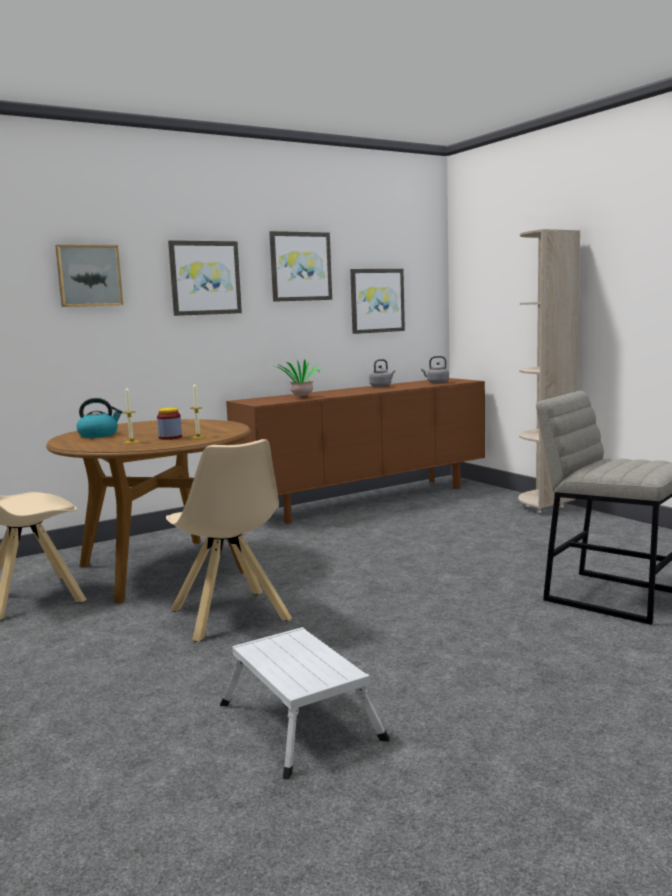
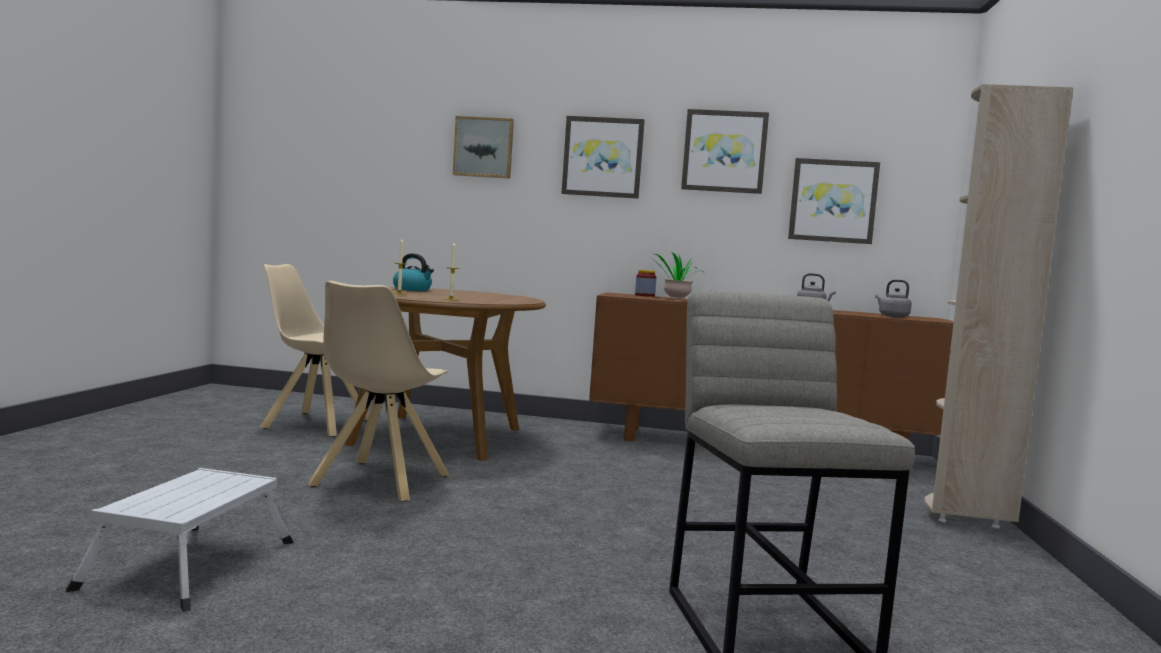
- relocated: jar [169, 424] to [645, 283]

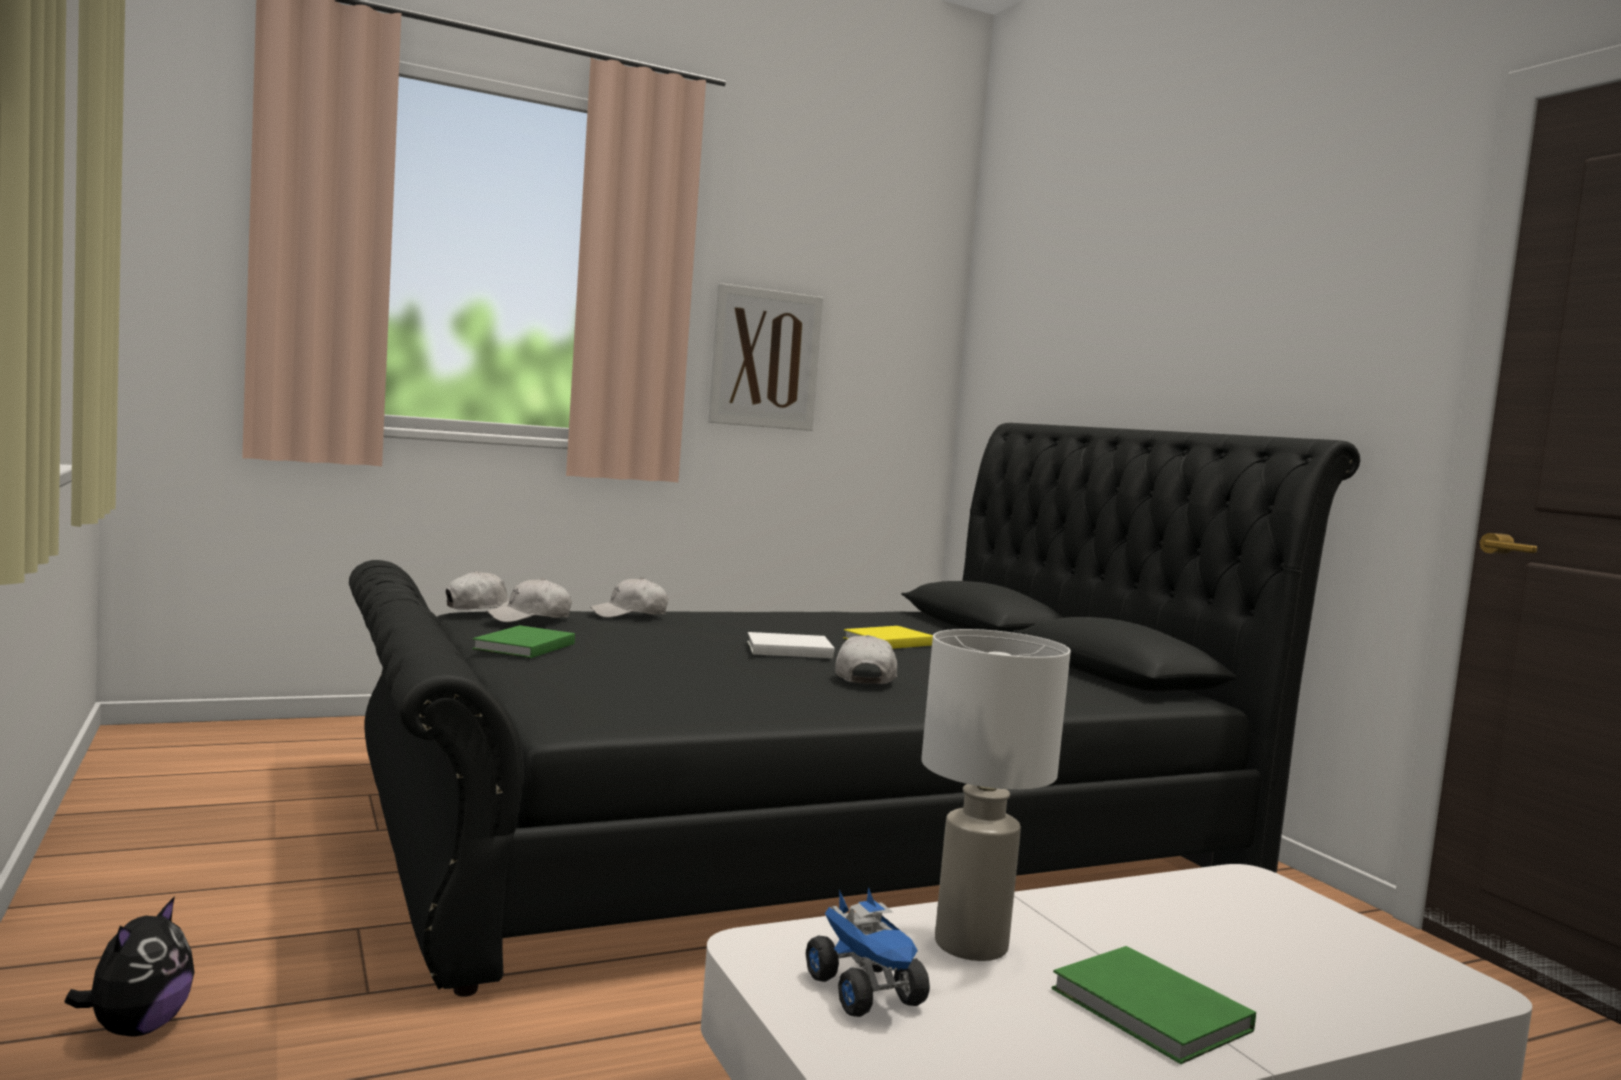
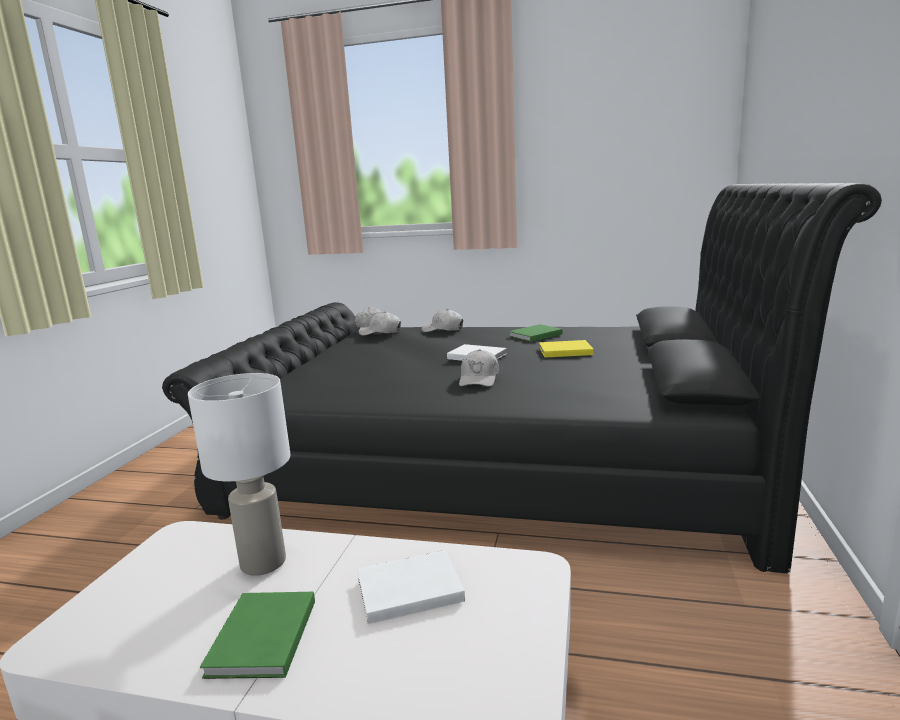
- appeared: book in white [411, 587]
- spun: cap in white [866, 659] = [479, 367] 150 degrees clockwise
- relocated: book in green [523, 641] to [535, 333]
- missing: plush toy [129, 966]
- missing: picture [765, 357]
- missing: toy truck [868, 952]

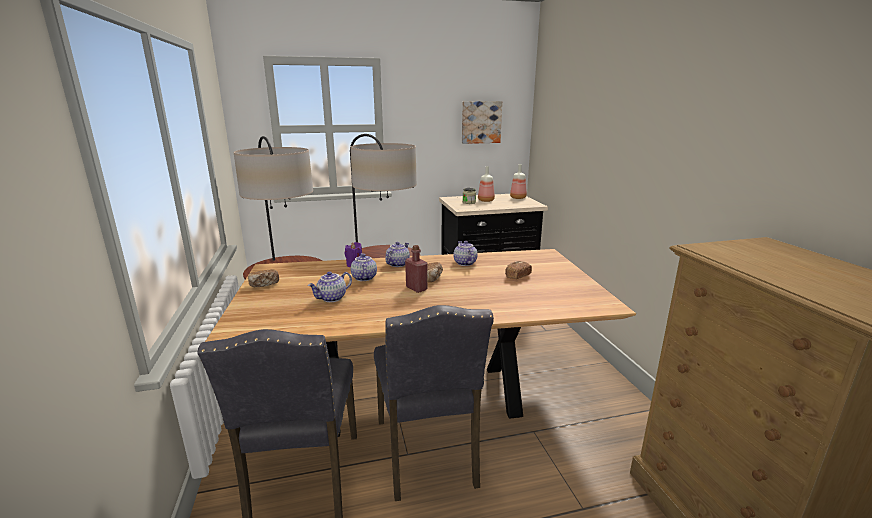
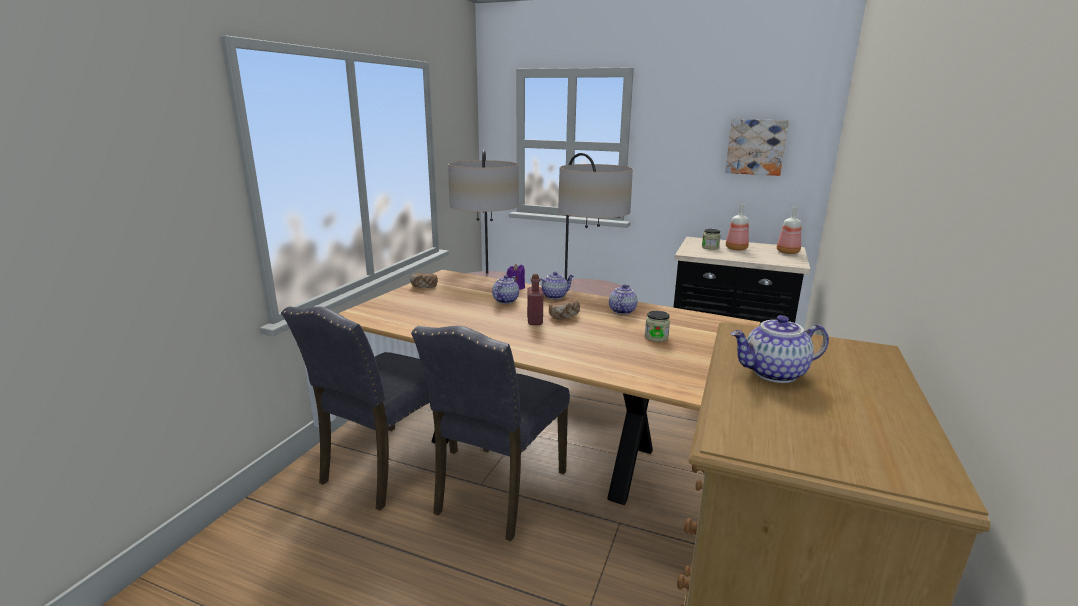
- exchanged: bread [518, 270] to jar [657, 326]
- relocated: teapot [330, 286] to [780, 349]

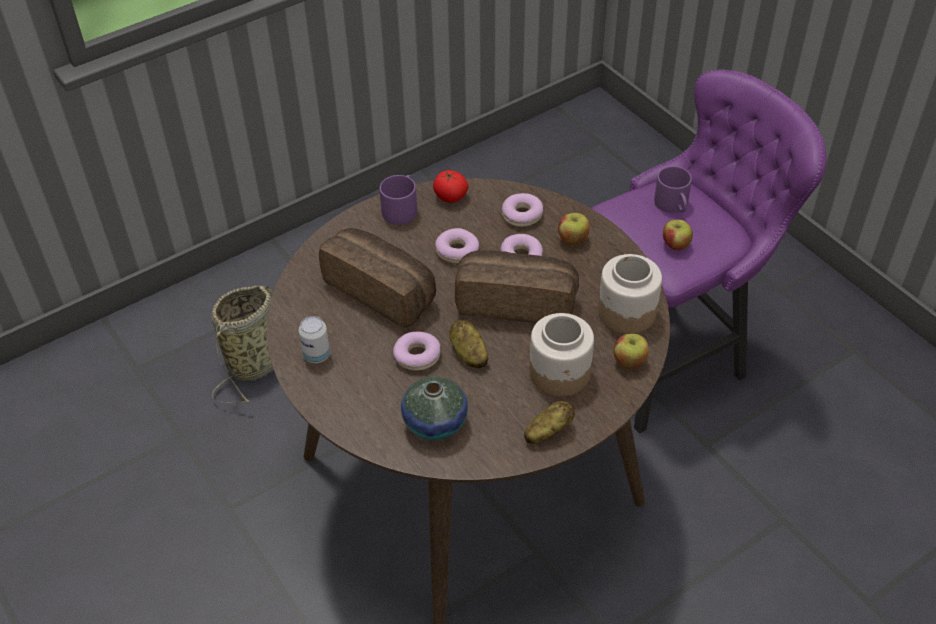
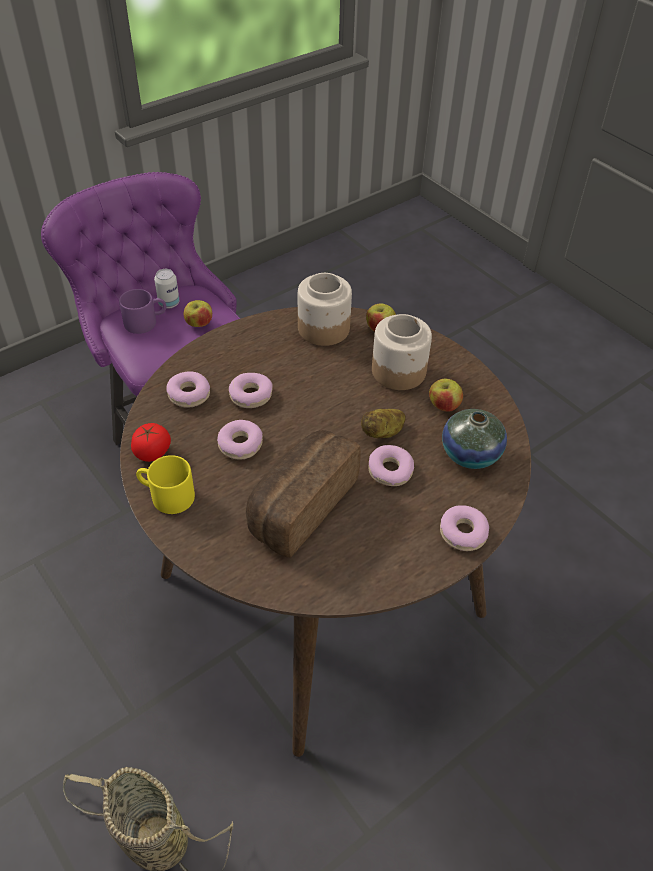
- colour: mug in purple [398, 200] to mug in yellow [165, 484]
- relocated: can [314, 339] to [167, 289]
- relocated: apple [574, 229] to [446, 395]
- appeared: donut [464, 528]
- missing: bread [517, 286]
- missing: potato [549, 422]

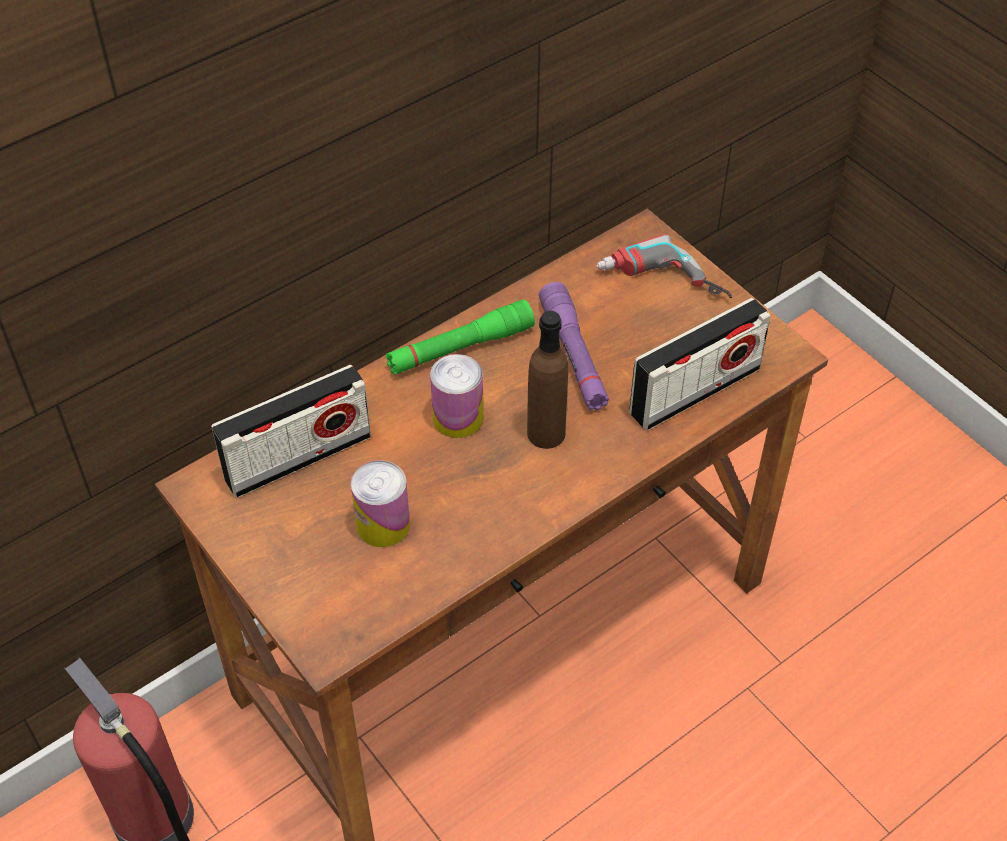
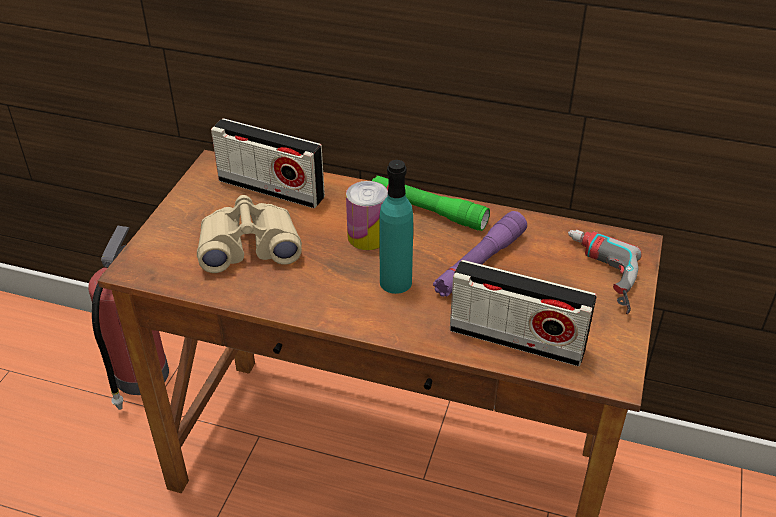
- exchanged: can [380, 503] to binoculars in beige [249, 234]
- colour: bottle in brown [547, 380] to bottle in turquoise [396, 227]

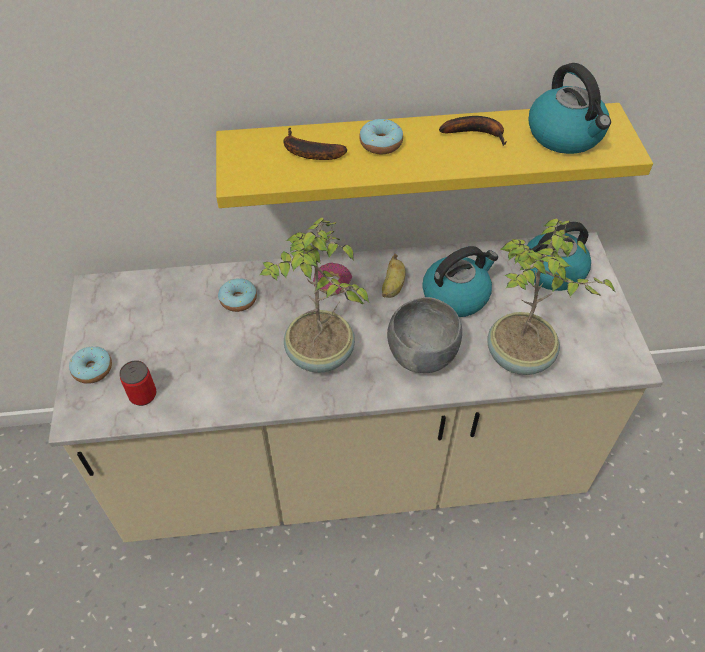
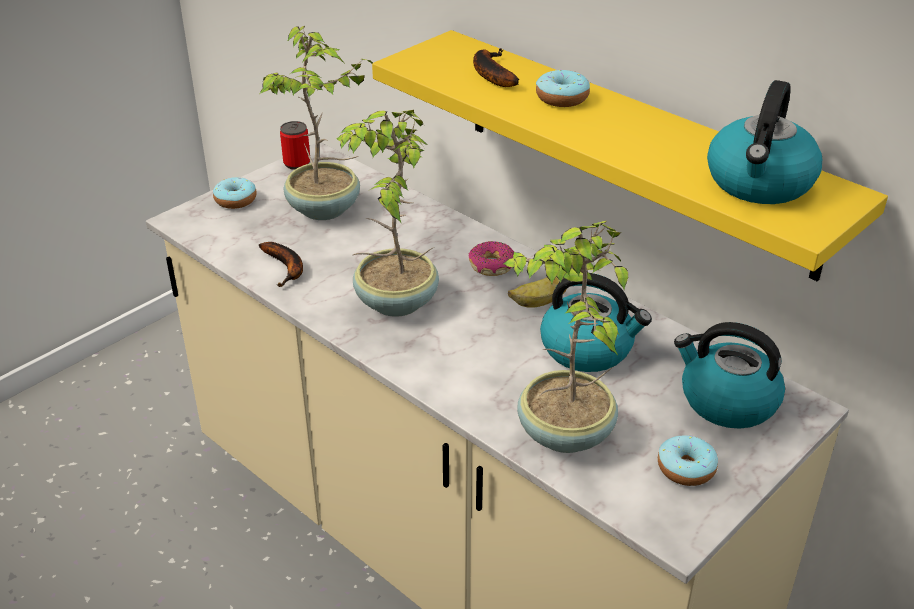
- relocated: banana [473, 131] to [281, 264]
- appeared: potted plant [316, 123]
- relocated: can [137, 383] to [295, 145]
- relocated: donut [237, 295] to [688, 460]
- missing: bowl in grey [424, 335]

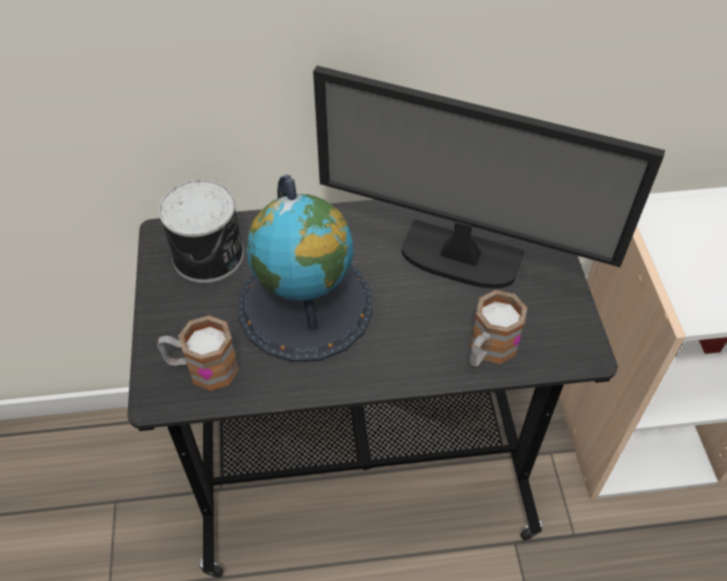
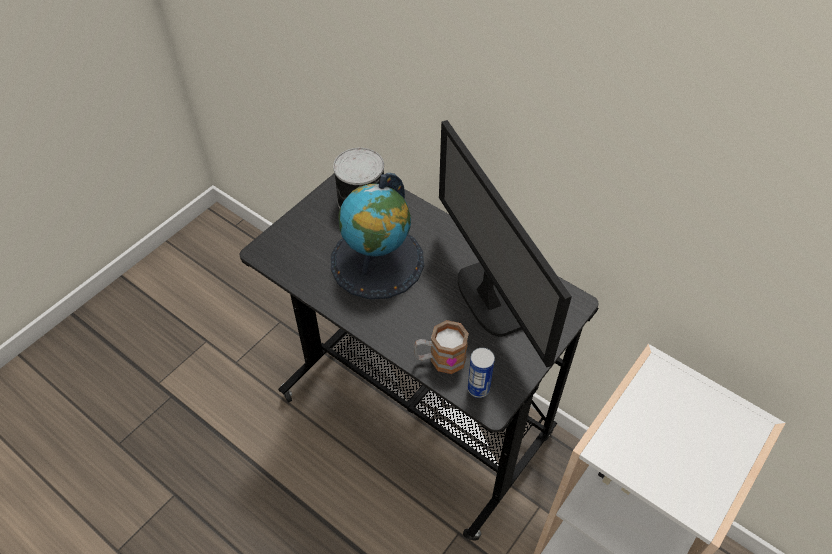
- appeared: can [481, 373]
- missing: mug [198, 353]

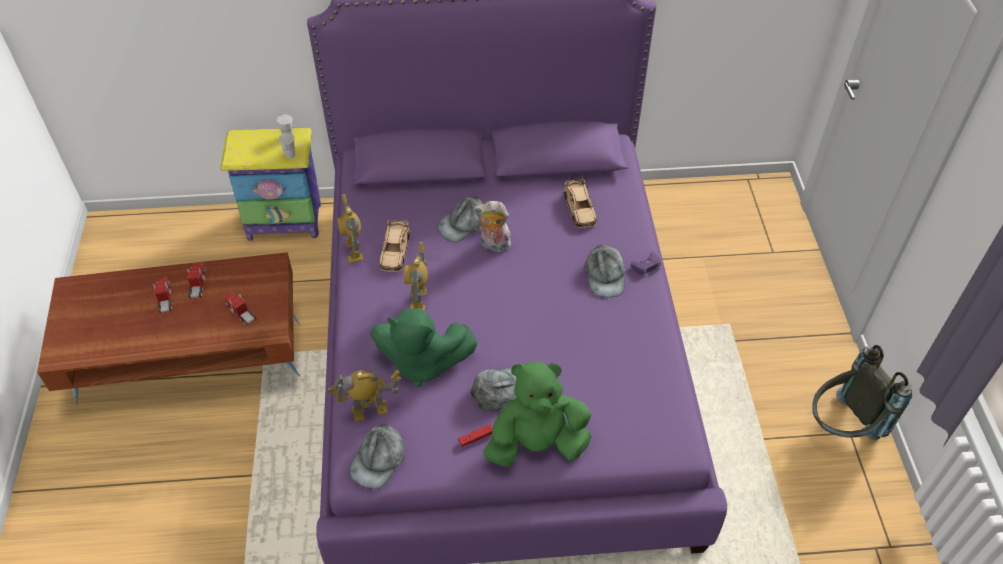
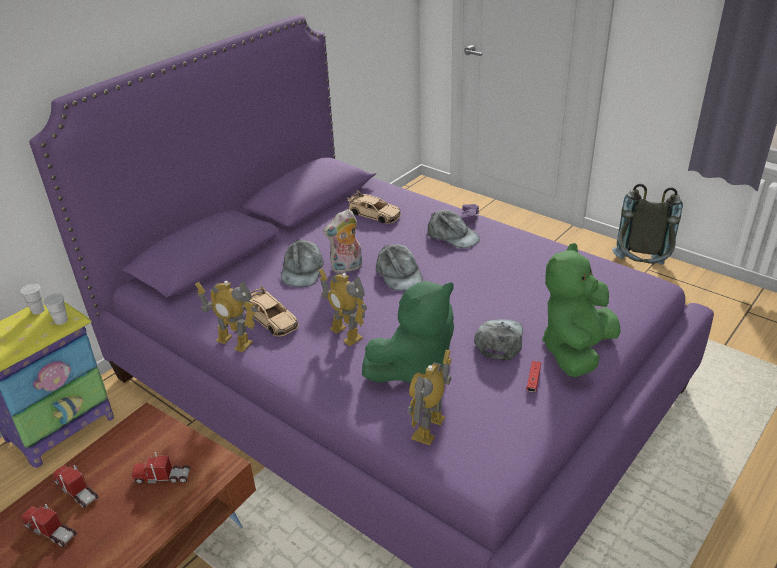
- relocated: cap in grey [377, 456] to [399, 267]

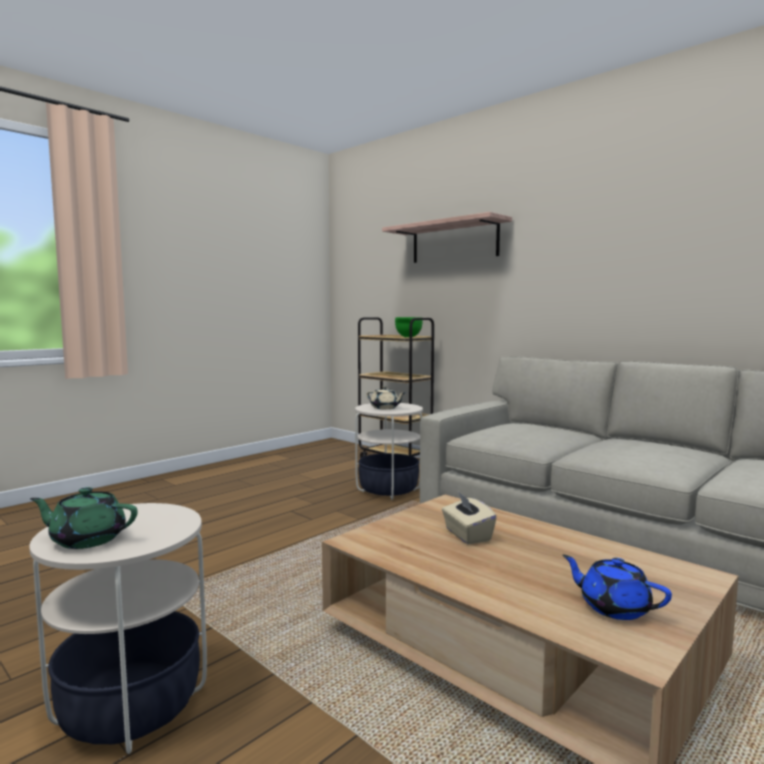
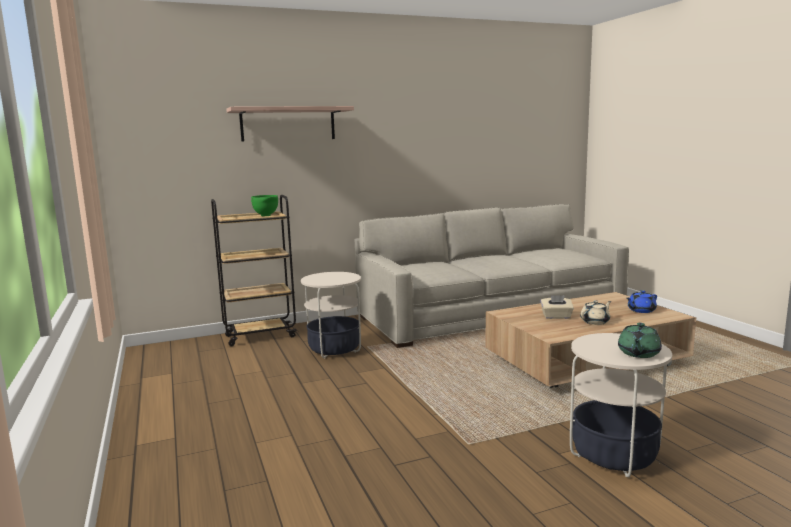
- relocated: teapot in beige [386, 397] to [595, 312]

